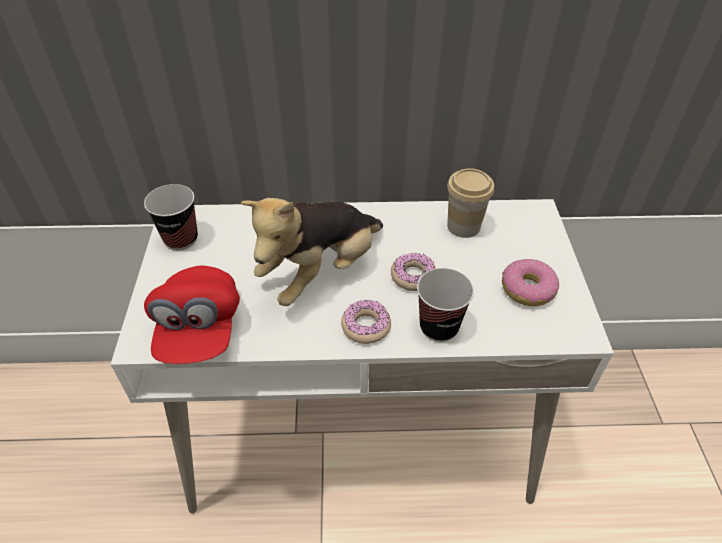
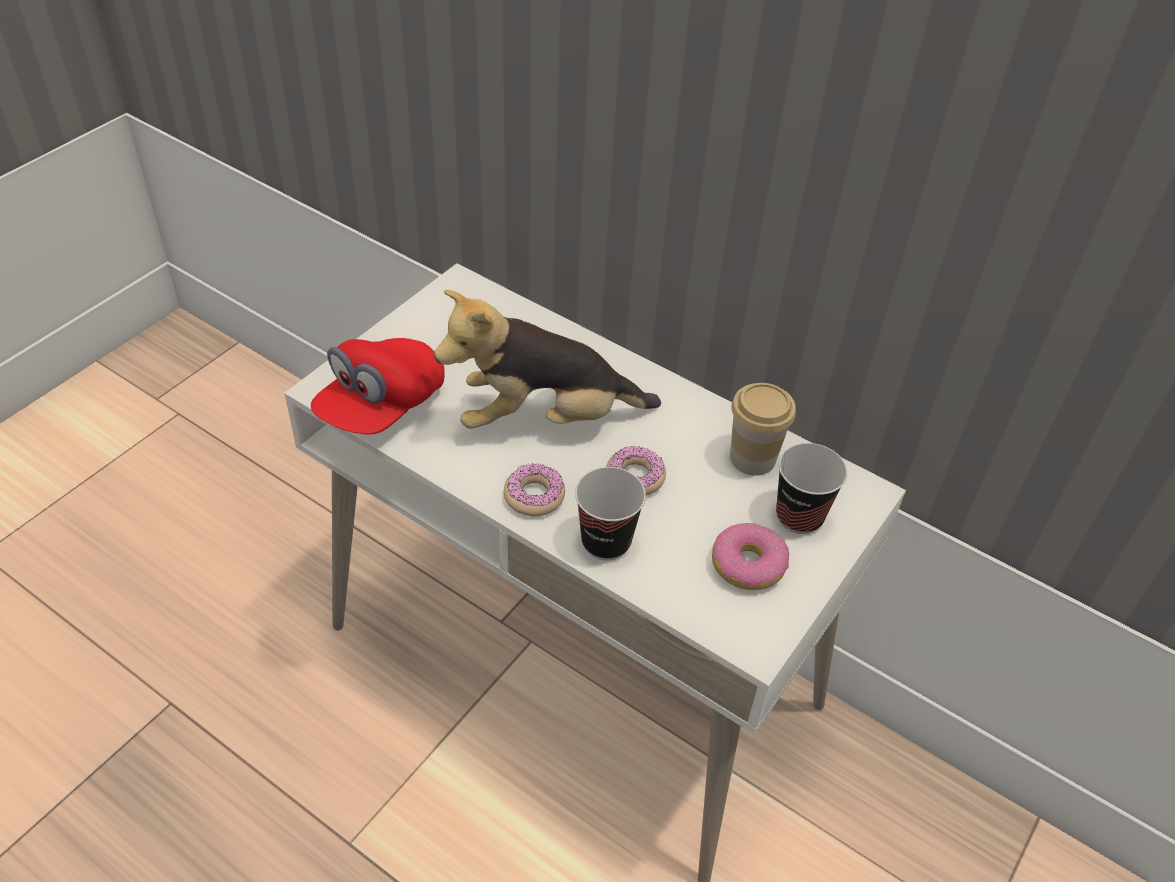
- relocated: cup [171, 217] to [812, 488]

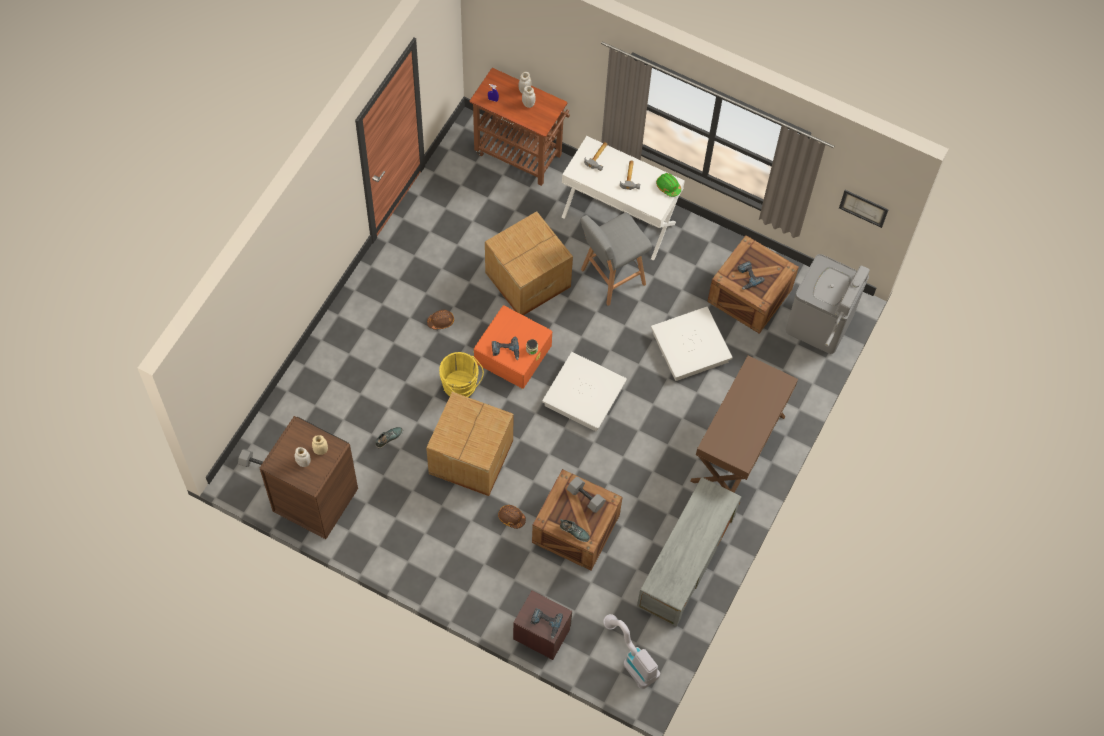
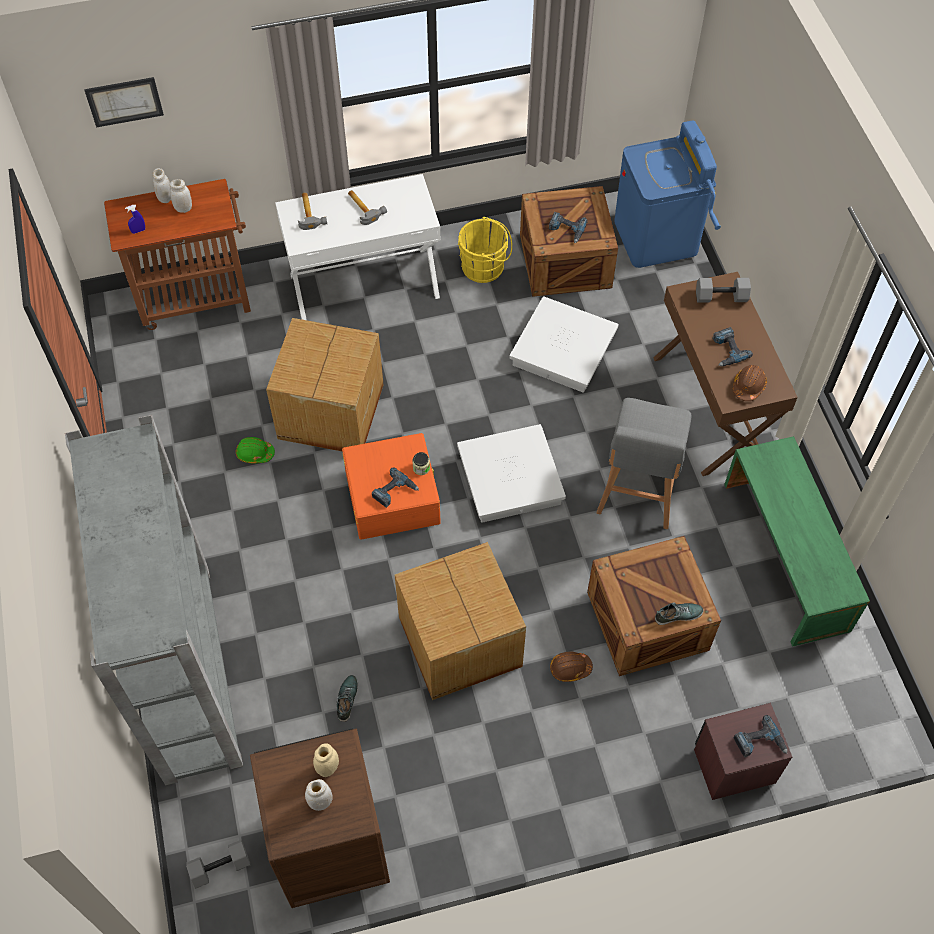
- appeared: bookcase in grey [154, 600]
- relocated: picture [864, 209] to [124, 102]
- relocated: hard hat in green [668, 185] to [255, 450]
- relocated: bucket in yellow [461, 374] to [485, 250]
- relocated: stool in grey [616, 259] to [644, 463]
- colour: washing machine in grey [828, 304] to washing machine in blue [667, 194]
- relocated: dumbbell in grey [586, 495] to [723, 290]
- appeared: power drill [732, 346]
- colour: bench in grey [689, 552] to bench in green [797, 541]
- relocated: hard hat in brown [440, 319] to [749, 383]
- missing: vacuum cleaner [631, 651]

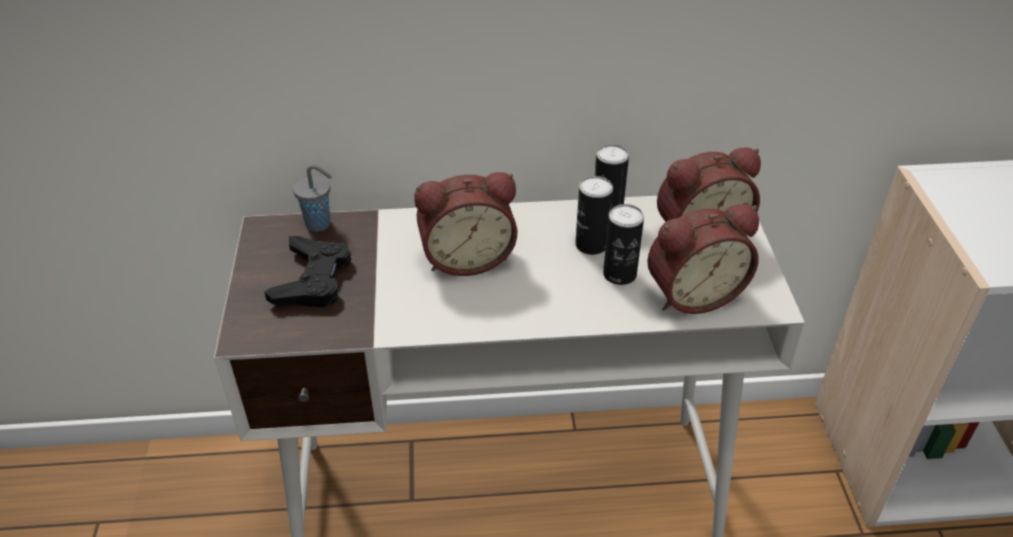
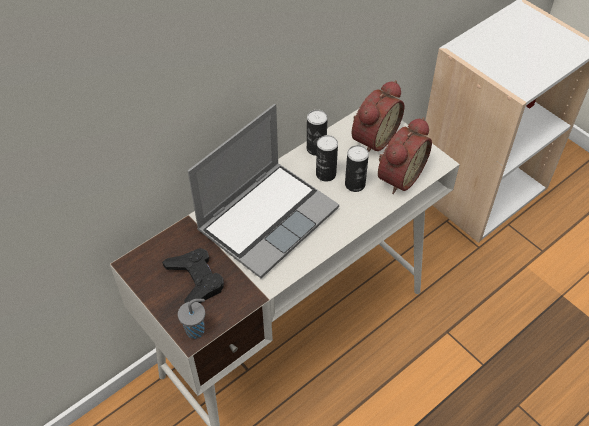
- relocated: cup in grey [312, 198] to [191, 319]
- exchanged: alarm clock [465, 224] to laptop [263, 191]

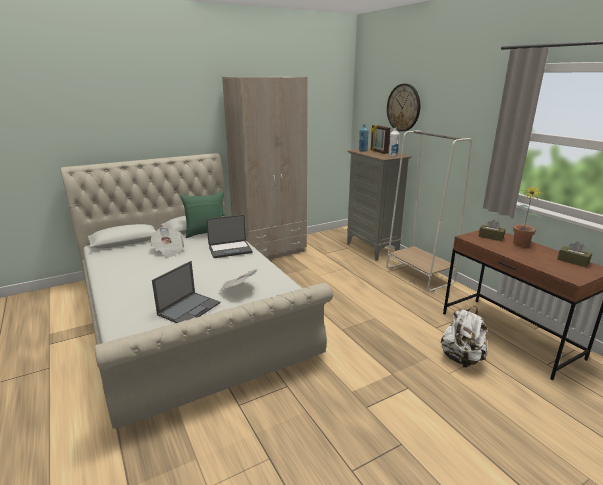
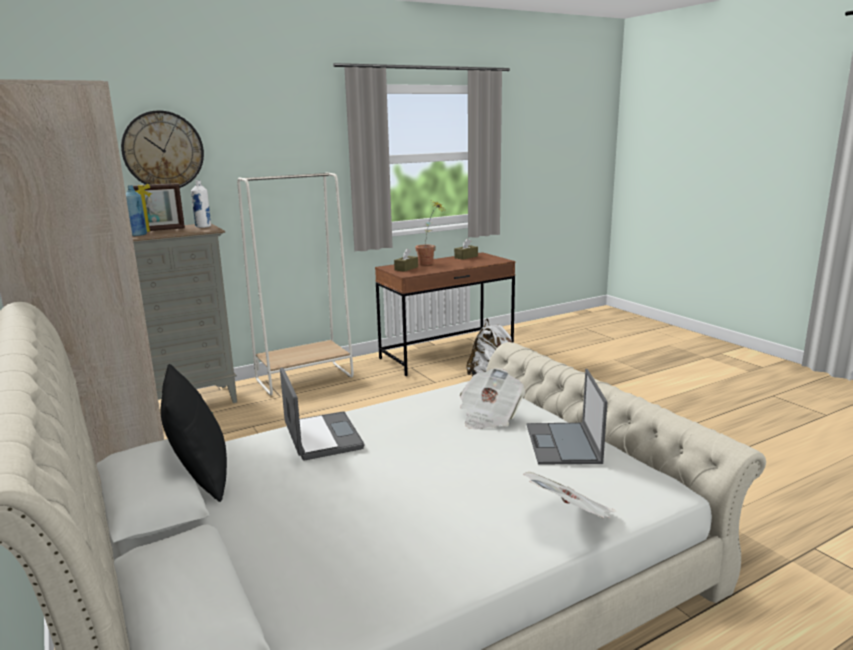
- colour: pillow in green [202, 214] to pillow in black [193, 433]
- relocated: newspaper [167, 242] to [569, 495]
- spun: laptop [186, 292] = [567, 417] 120 degrees counterclockwise

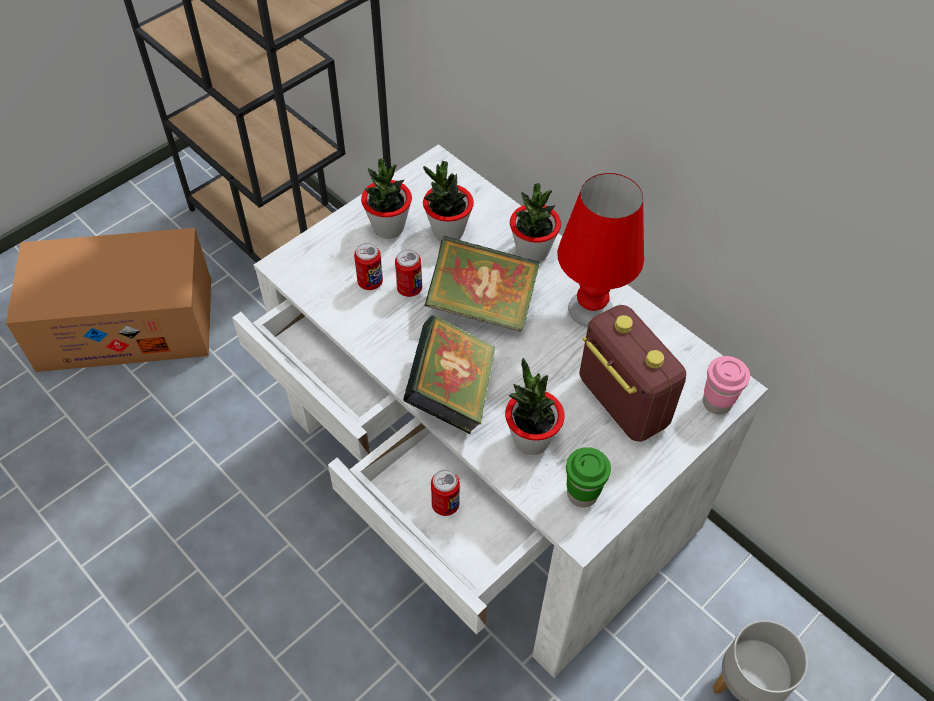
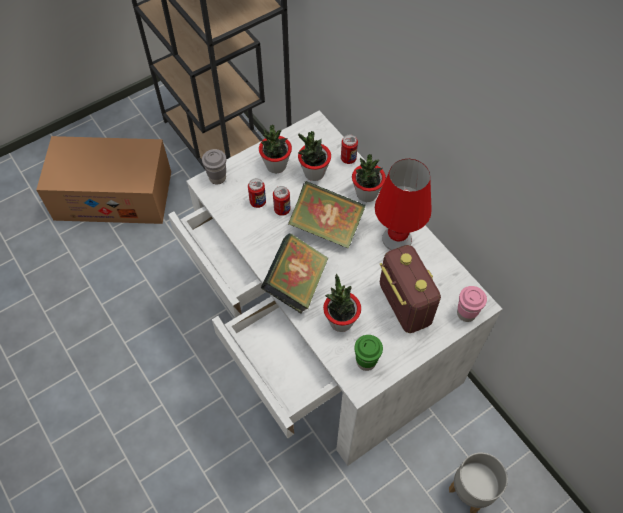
- appeared: cup in grey [214, 166]
- relocated: can [445, 493] to [349, 149]

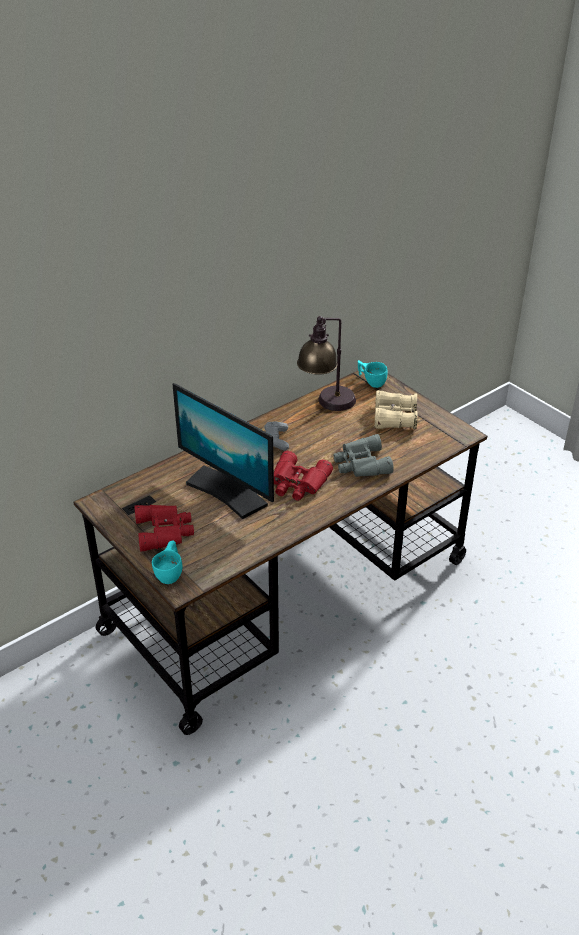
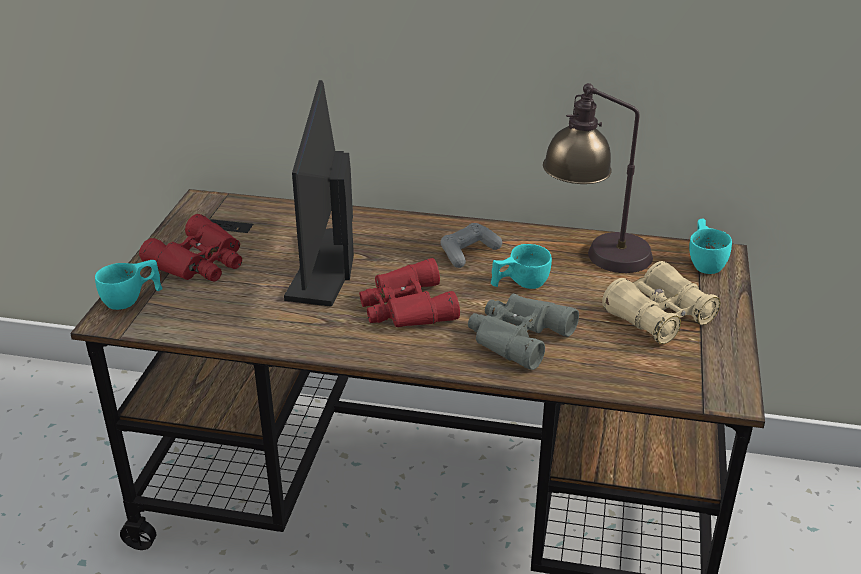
- appeared: cup in turquoise [521, 266]

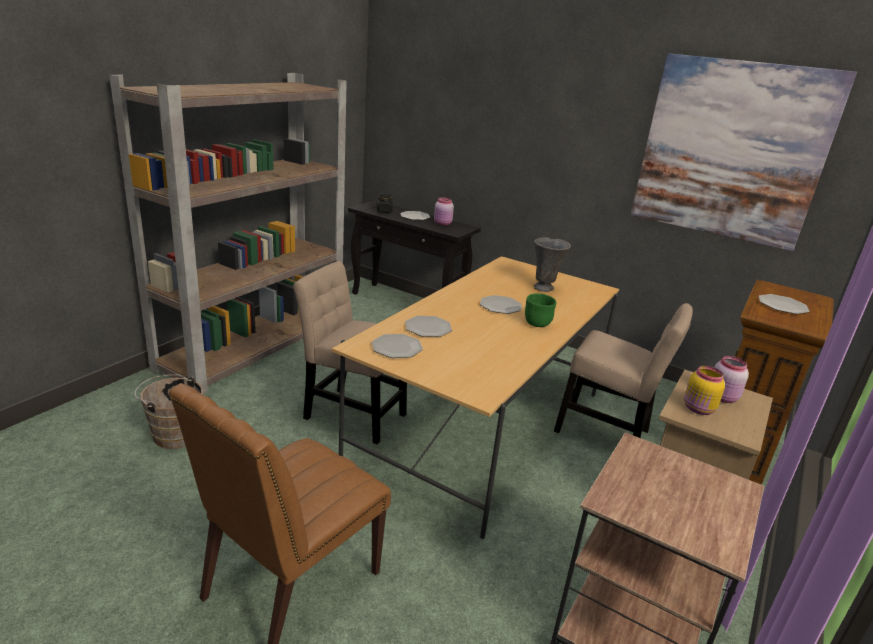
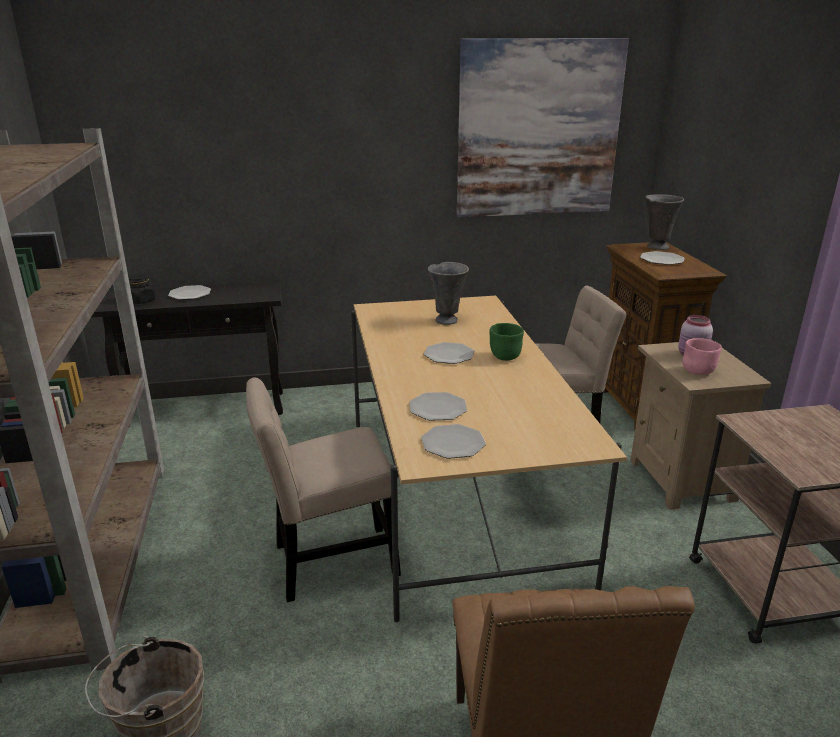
- appeared: vase in grey [664, 222]
- exchanged: jar in yellow [704, 390] to bowl in pink [702, 356]
- missing: jar in pink [444, 211]

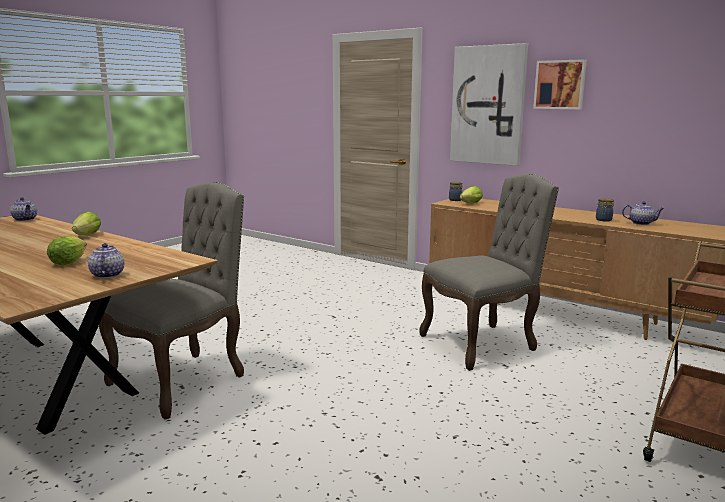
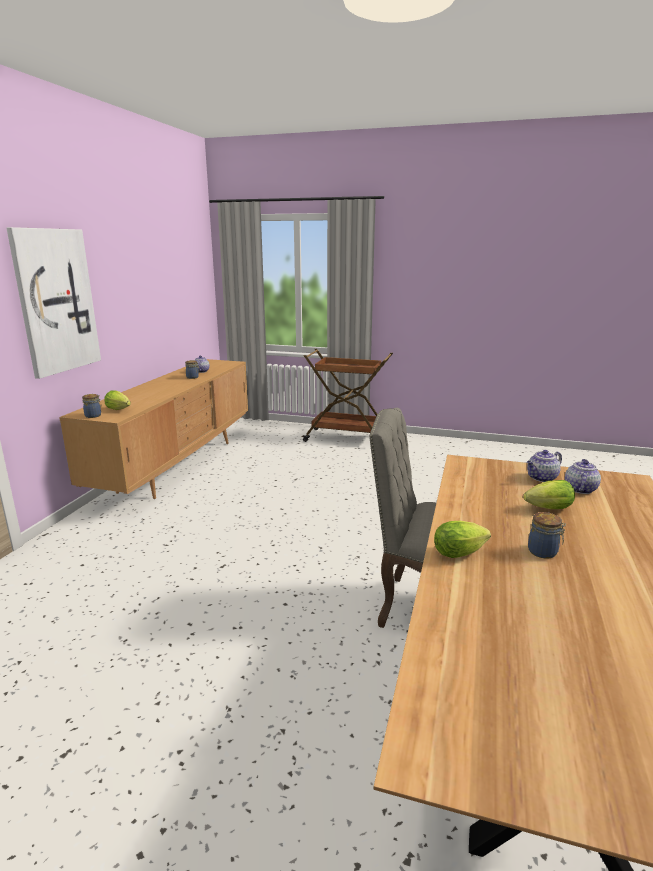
- appeared: jar [547, 535]
- relocated: teapot [23, 209] to [583, 476]
- missing: chair in grey [489, 272]
- missing: picture [560, 84]

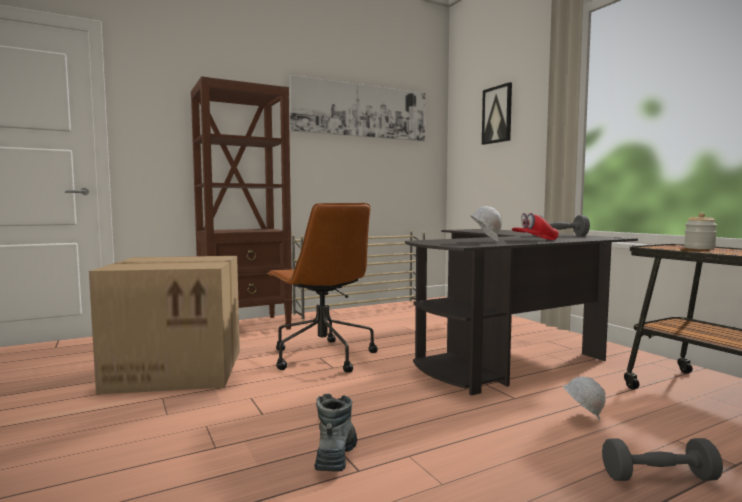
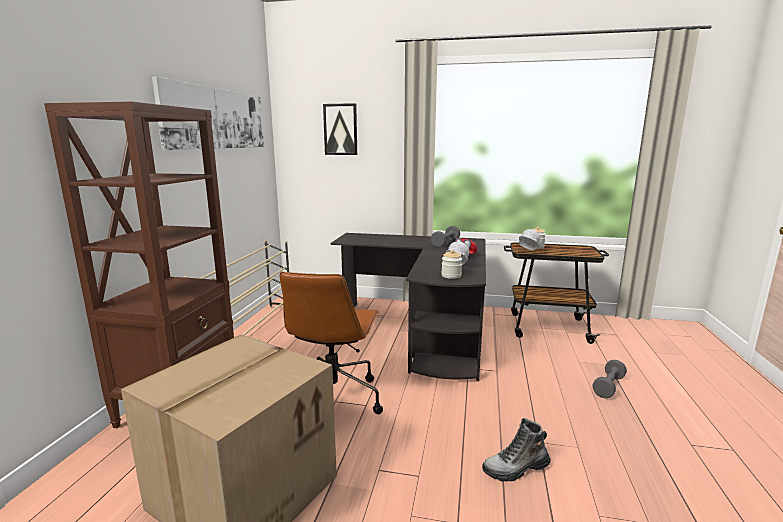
- spun: office chair in brown [322, 288] = [331, 343] 90 degrees clockwise
- appeared: jar [451, 264]
- spun: boot [335, 432] = [516, 449] 60 degrees counterclockwise
- relocated: hard hat in white [584, 398] to [529, 240]

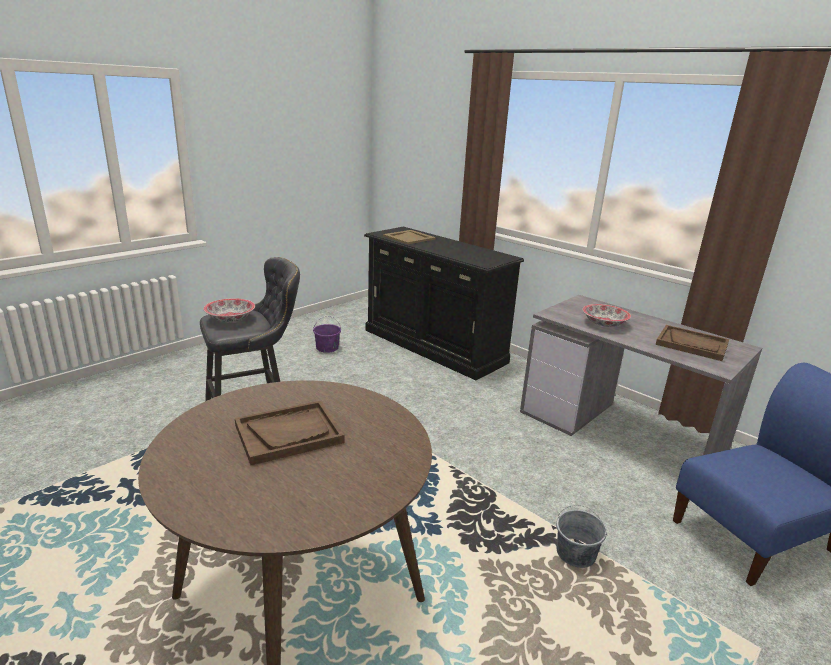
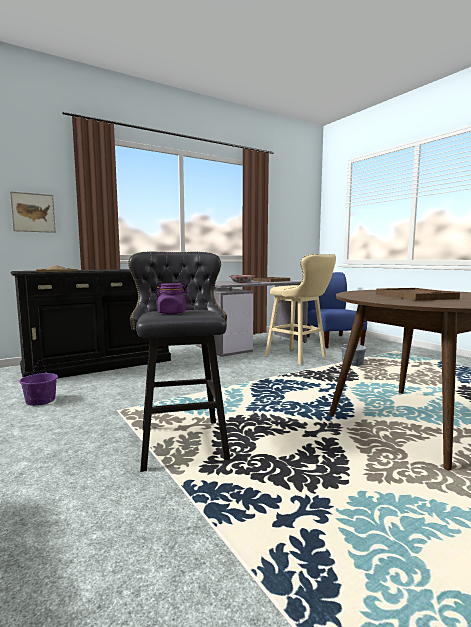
- appeared: picture [33, 212]
- exchanged: bowl [229, 310] to jar in purple [172, 298]
- appeared: stool in beige [300, 309]

